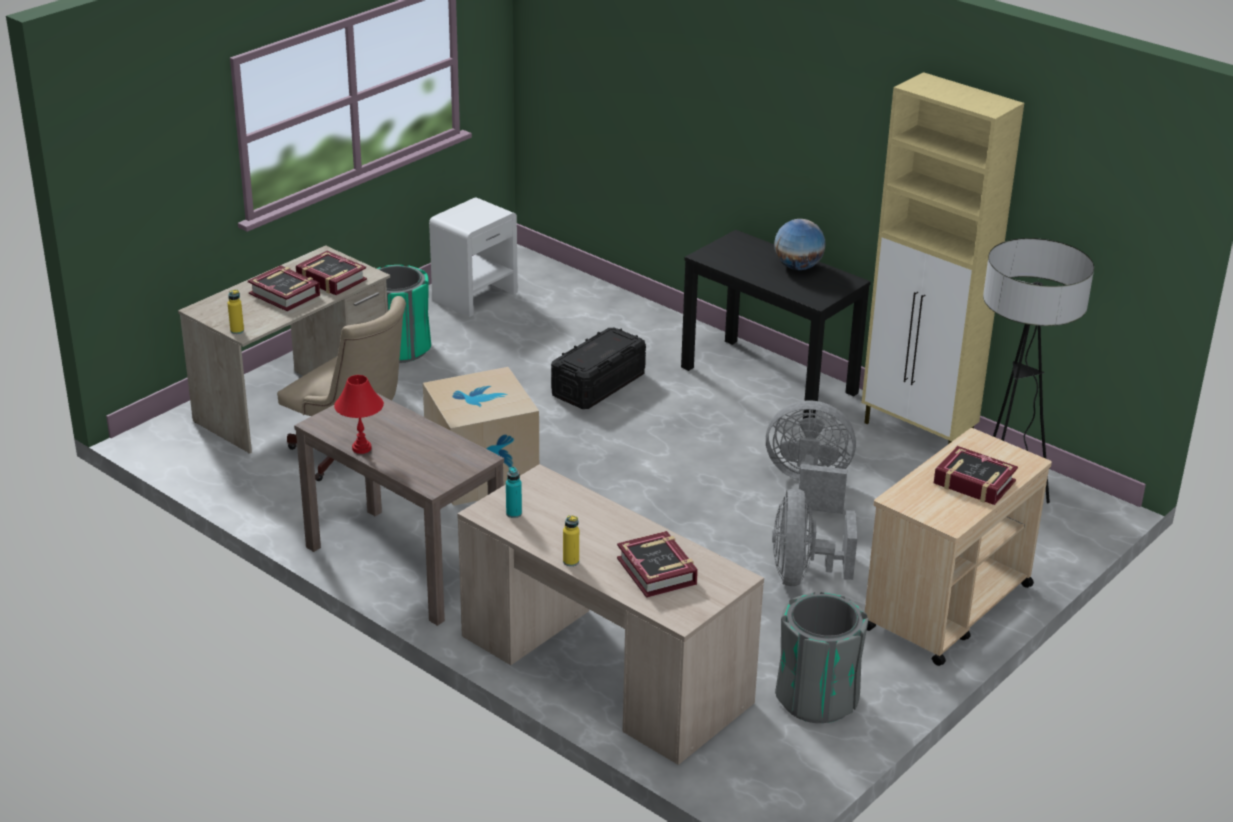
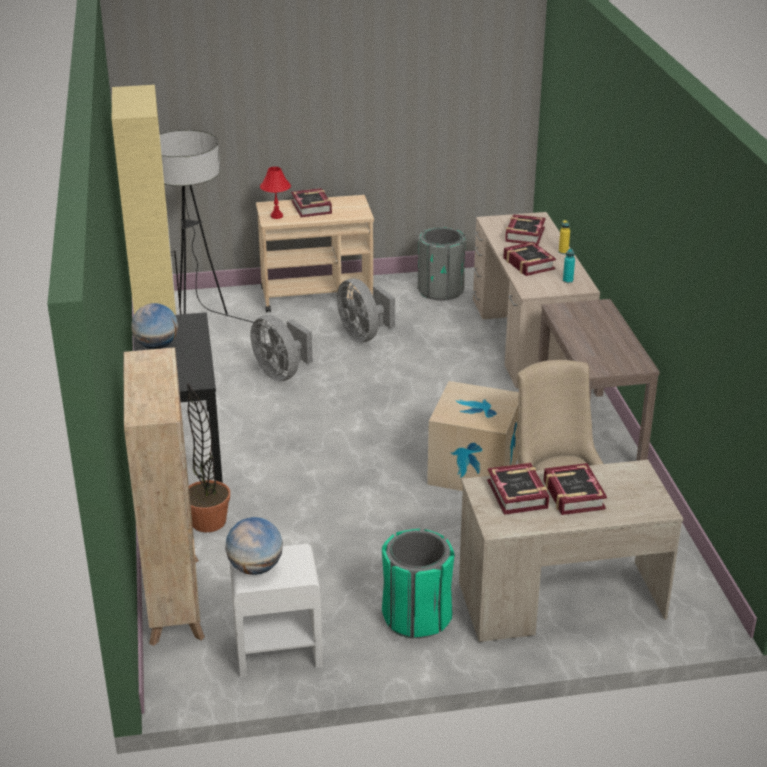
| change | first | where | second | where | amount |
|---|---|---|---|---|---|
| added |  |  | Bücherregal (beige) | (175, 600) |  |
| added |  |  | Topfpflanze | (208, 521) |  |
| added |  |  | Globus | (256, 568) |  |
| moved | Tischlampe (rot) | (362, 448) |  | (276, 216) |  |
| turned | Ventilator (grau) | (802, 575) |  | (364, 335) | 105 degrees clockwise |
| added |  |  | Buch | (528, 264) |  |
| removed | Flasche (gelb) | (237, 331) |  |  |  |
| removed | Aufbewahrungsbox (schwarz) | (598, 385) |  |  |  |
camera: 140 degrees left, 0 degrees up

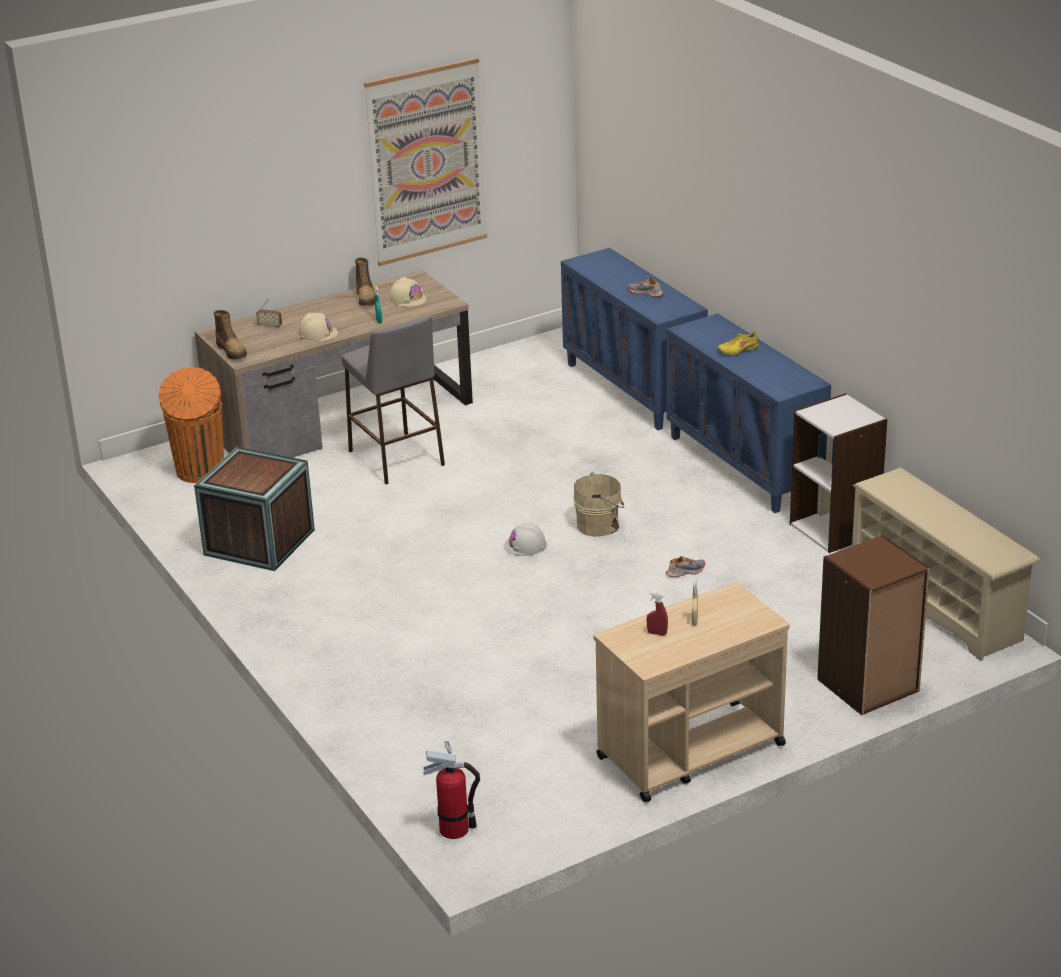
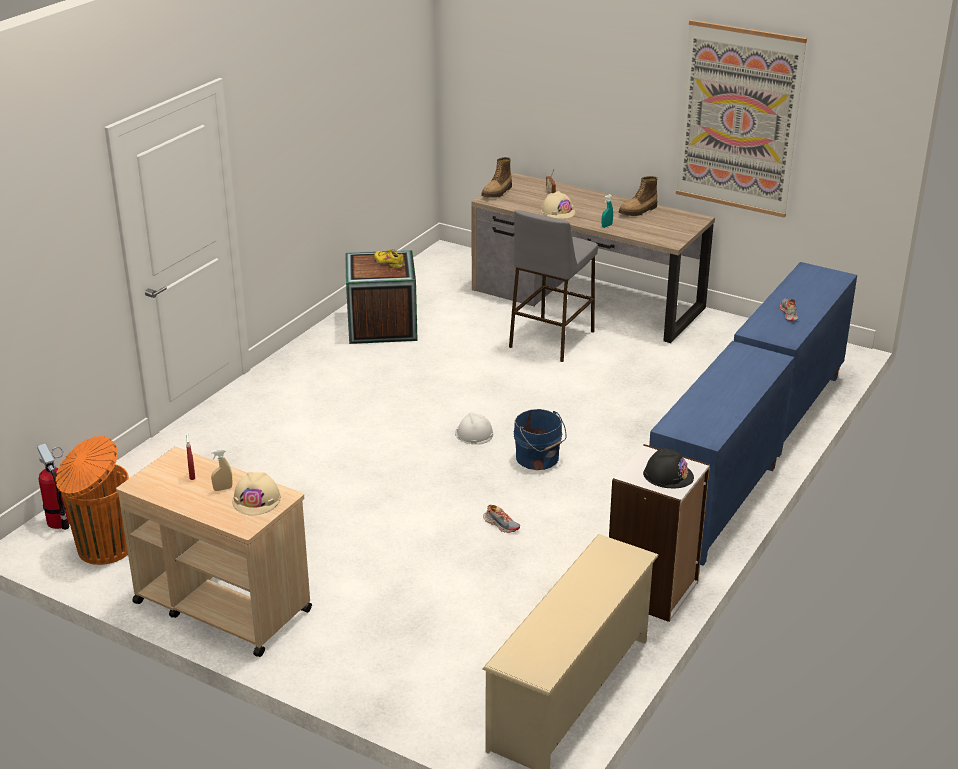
| change | first | where | second | where | amount |
|---|---|---|---|---|---|
| moved | Mülleimer (orange) | (200, 471) |  | (103, 548) |  |
| moved | Schutzhelm (beige) | (407, 299) |  | (256, 500) |  |
| moved | Schuh (gelb) | (738, 350) |  | (389, 263) |  |
| recoloured | Eimer (beige) | (600, 525) | Eimer (blau) | (538, 459) |  |
| added |  |  | Schutzhelm (schwarz) | (668, 475) |  |
| removed | Bücherregal (braun) | (868, 686) |  |  |  |
camera: 60 degrees right, 0 degrees up

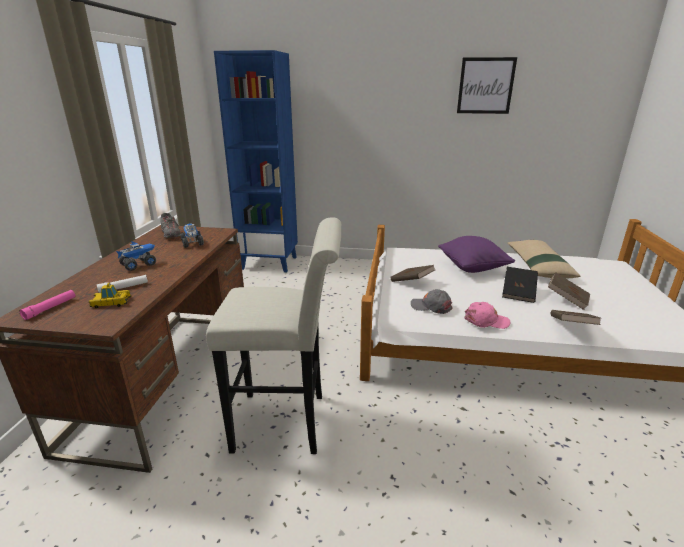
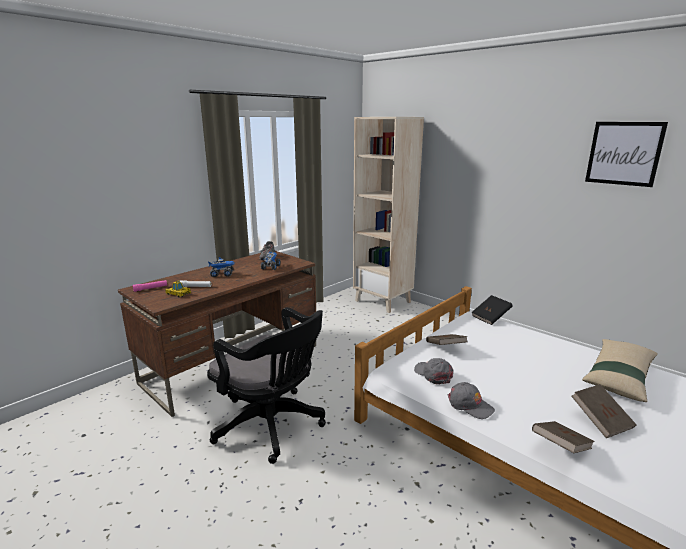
| change | first | where | second | where | amount |
|---|---|---|---|---|---|
| replaced | Hocker (weiß) | (288, 422) | Bürostuhl (schwarz) | (272, 426) |  |
| recoloured | Bücherregal (blau) | (270, 263) | Bücherregal (beige) | (383, 301) |  |
| recoloured | Kappe (rosa) | (486, 320) | Kappe (grau) | (469, 405) |  |
| moved | Buch (schwarz) | (518, 293) |  | (490, 317) |  |
| removed | Kissen (lila) | (472, 268) |  |  |  |
camera: 35 degrees right, 5 degrees down

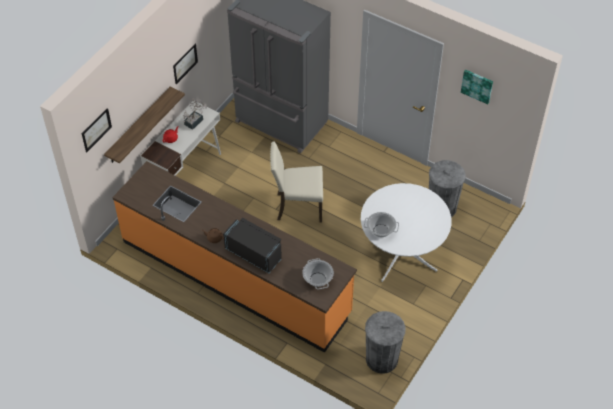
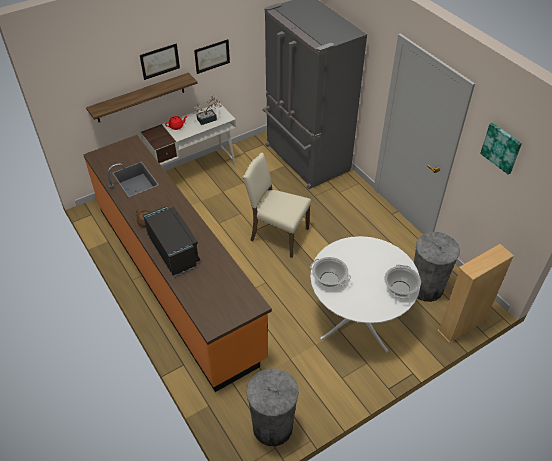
| change | first | where | second | where | amount |
|---|---|---|---|---|---|
| moved | Bild | (96, 130) |  | (160, 61) |  |
| moved | Kochtopf | (317, 279) |  | (400, 288) |  |
| added |  |  | Bücherregal (beige) | (462, 325) |  |
camera: 25 degrees right, 5 degrees down

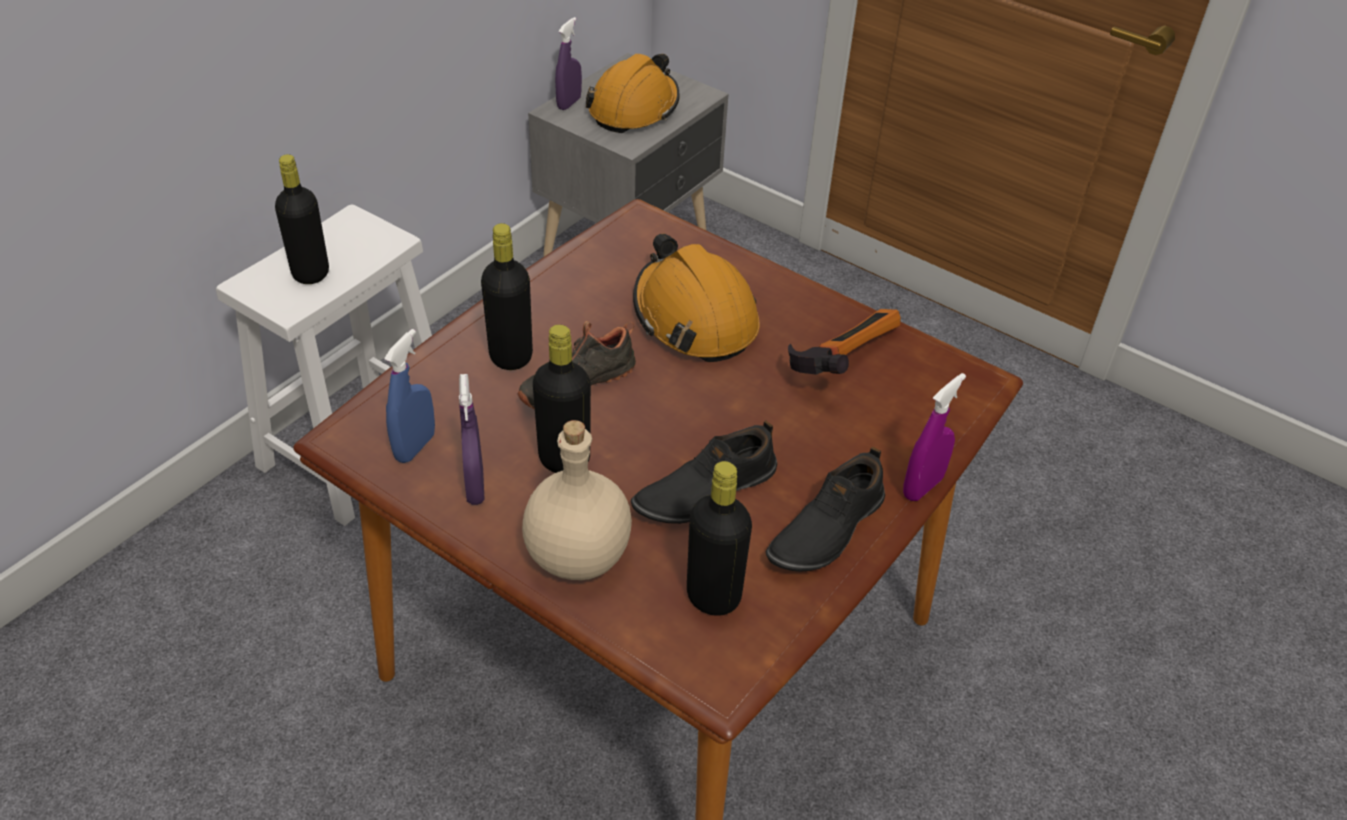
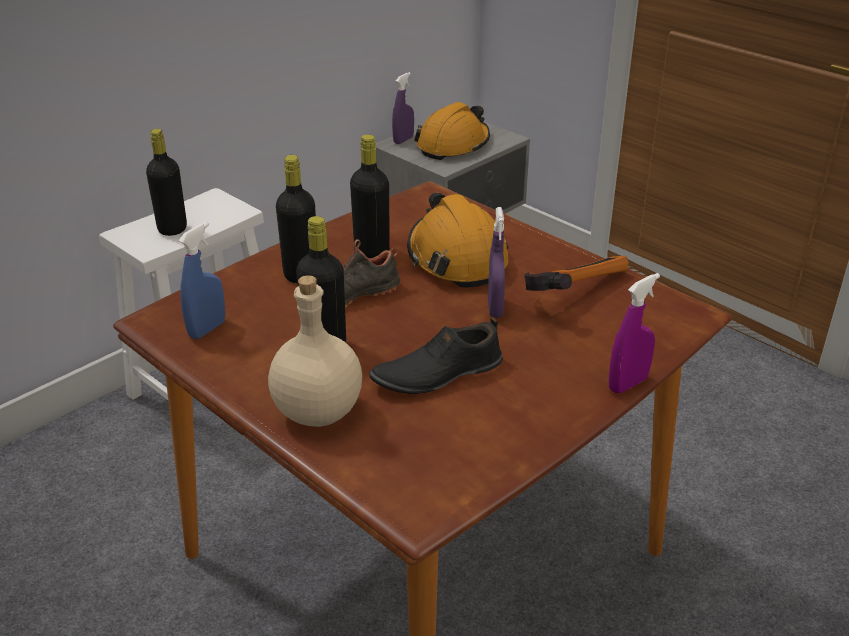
| change | first | where | second | where | amount |
|---|---|---|---|---|---|
| moved | Flasche (schwarz) | (713, 596) |  | (372, 251) |  |
| moved | Sprühflasche (lila) | (475, 487) |  | (495, 308) |  |
| removed | Schuh (schwarz) | (825, 529) |  |  |  |
camera: 10 degrees right, 10 degrees down

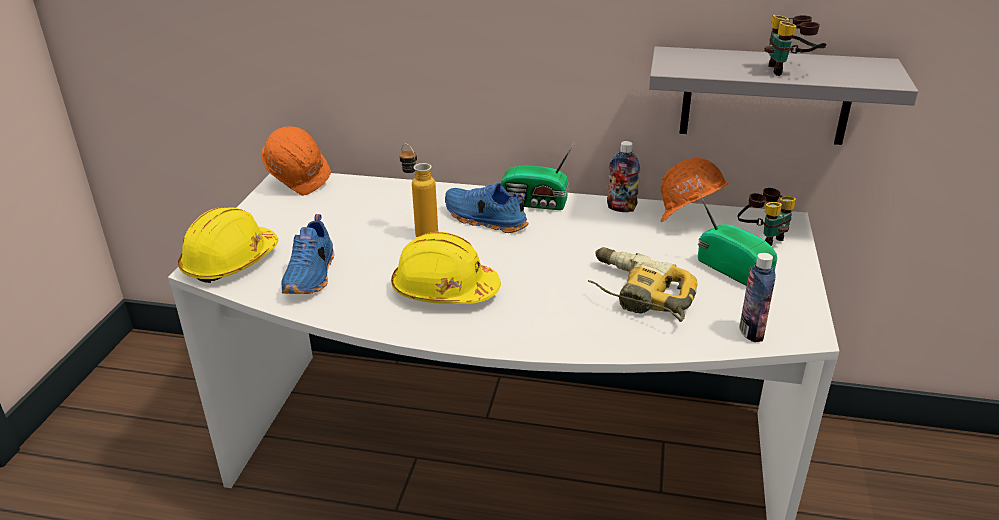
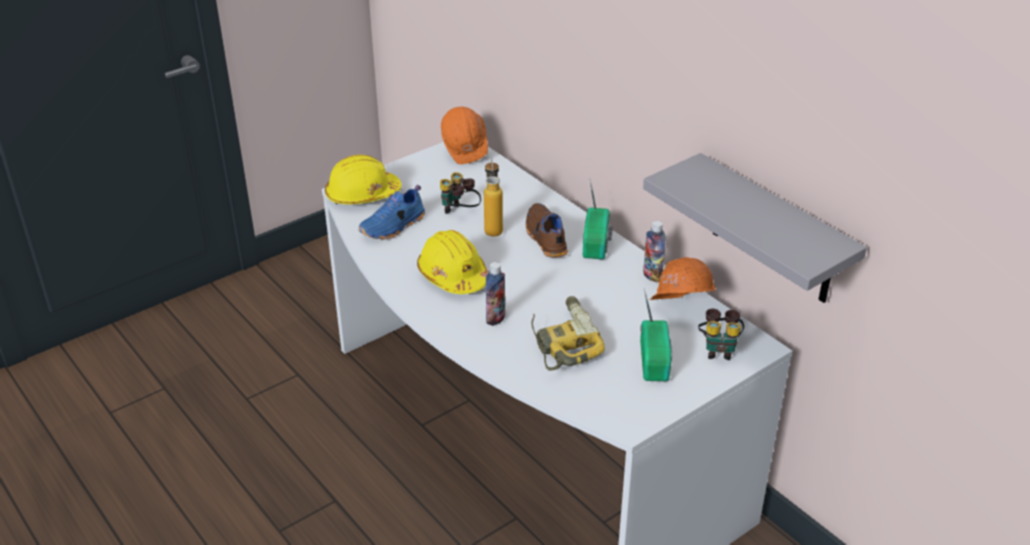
| change | first | where | second | where | amount |
|---|---|---|---|---|---|
| moved | Fernglas | (789, 71) |  | (460, 213) |  |
| moved | Flasche | (751, 332) |  | (495, 318) |  |
| recoloured | Schuh (blau) | (484, 220) | Schuh (braun) | (545, 238) |  |
| turned | Radio | (536, 204) |  | (597, 242) | 135 degrees counterclockwise |
camera: 40 degrees right, 5 degrees up

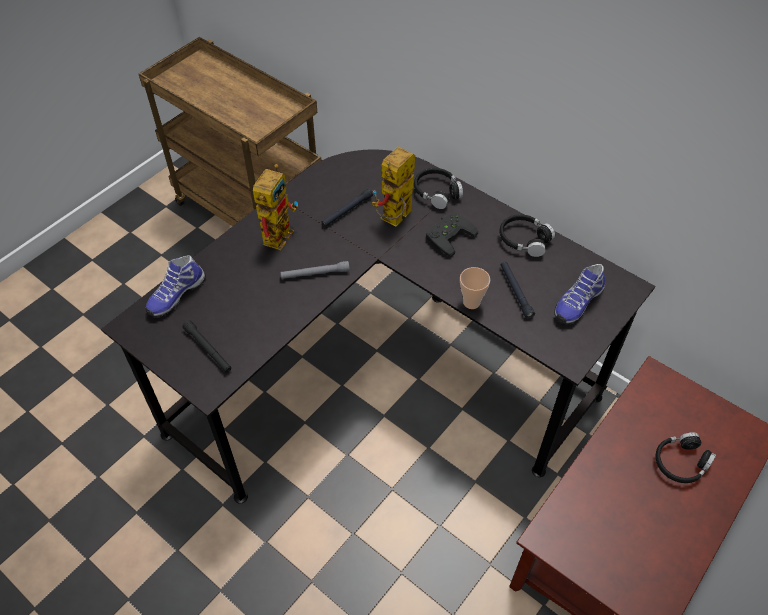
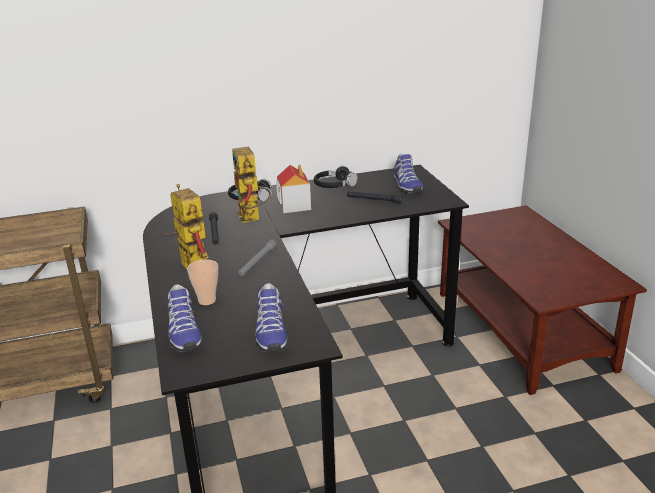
| change | first | where | second | where | amount |
|---|---|---|---|---|---|
| moved | Tasse | (471, 302) |  | (207, 300) |  |
| replaced | Taschenlampe (schwarz) | (208, 350) | Schuh | (270, 334) |  |
| replaced | Gamepad (schwarz) | (448, 235) | Spielzeughaus | (294, 205) |  |
| removed | Kopfhörer (schwarz) | (681, 462) |  |  |  |
camera: 55 degrees left, 25 degrees down

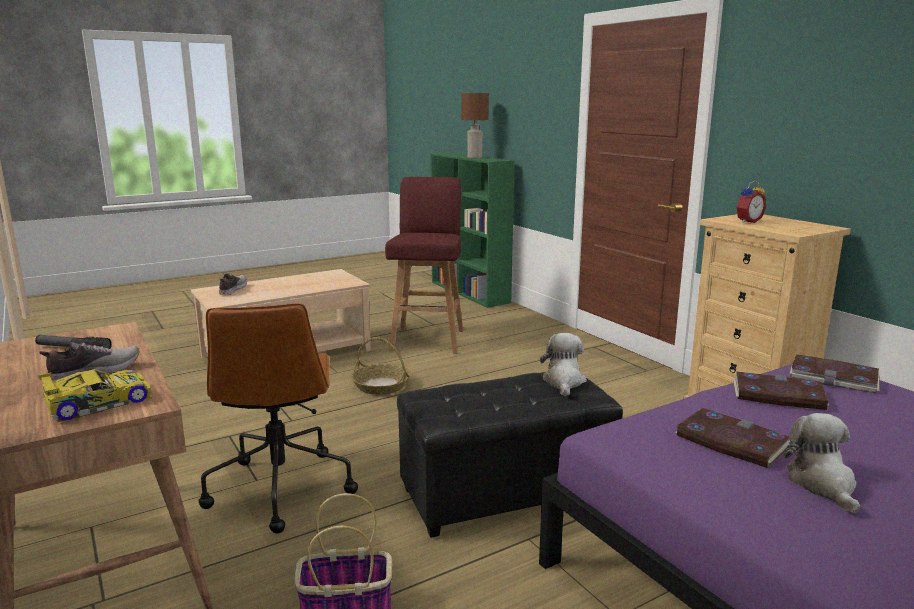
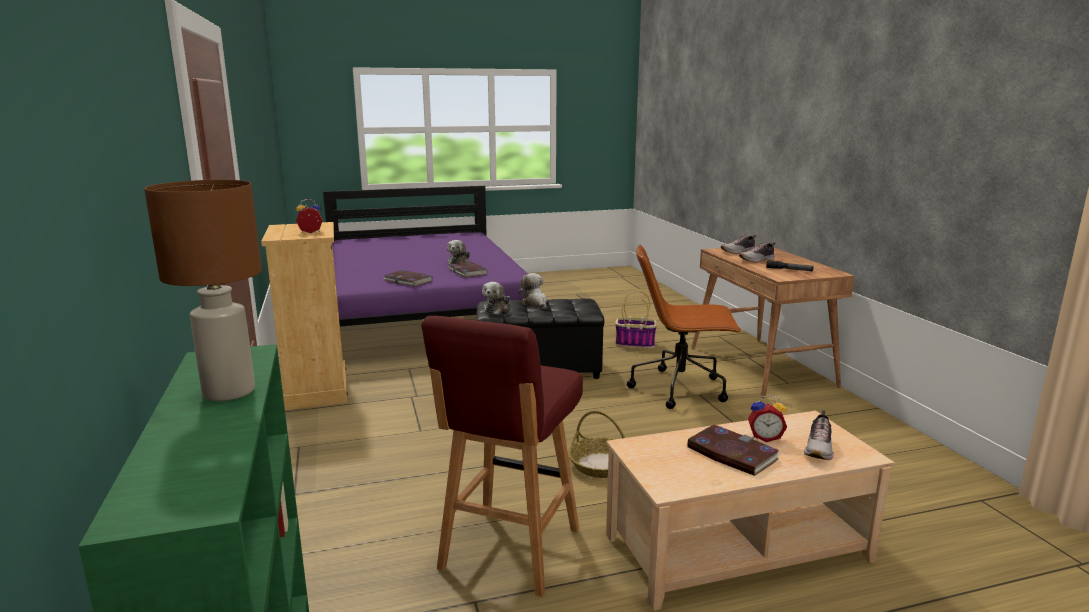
| change | first | where | second | where | amount |
|---|---|---|---|---|---|
| added |  |  | Plüschtier | (535, 303) |  |
| turned | Bürostuhl (braun) | (280, 487) |  | (681, 388) | 90 degrees counterclockwise |
| moved | Buch | (833, 377) |  | (731, 453) |  |
| replaced | Spielzeugauto | (96, 403) | Schuh | (738, 252) |  |
| added |  |  | Wecker | (765, 437) |  |
camera: 165 degrees left, 0 degrees up

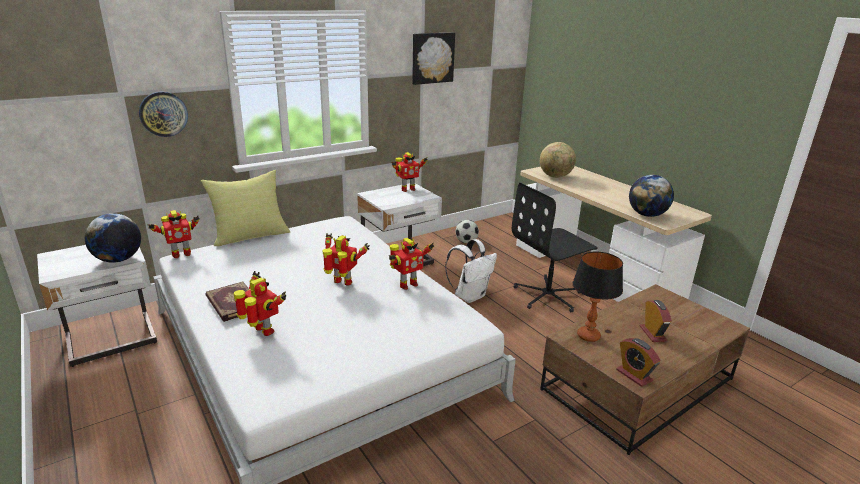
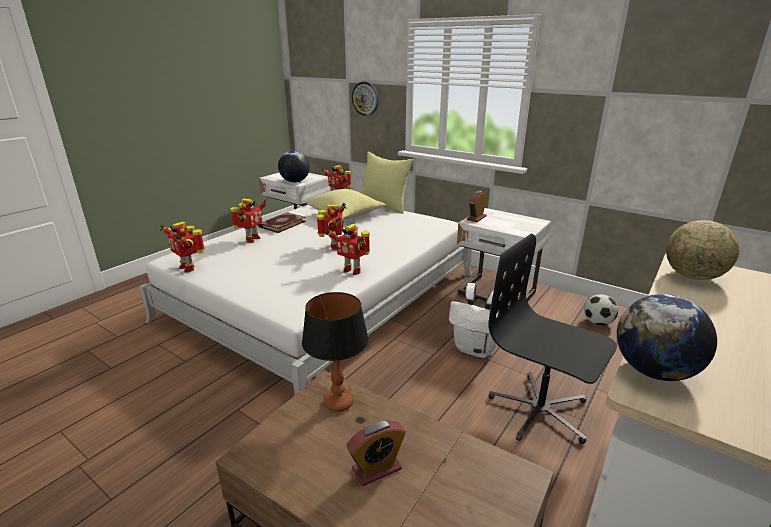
| change | first | where | second | where | amount |
|---|---|---|---|---|---|
| moved | Spielzeugroboter | (407, 189) |  | (188, 268) |  |
| added |  |  | Kissen (gelb) | (346, 216) |  |
| moved | Wecker | (634, 375) |  | (476, 218) |  |
| removed | Bild | (432, 58) |  |  |  |
camera: 70 degrees right, 0 degrees up

